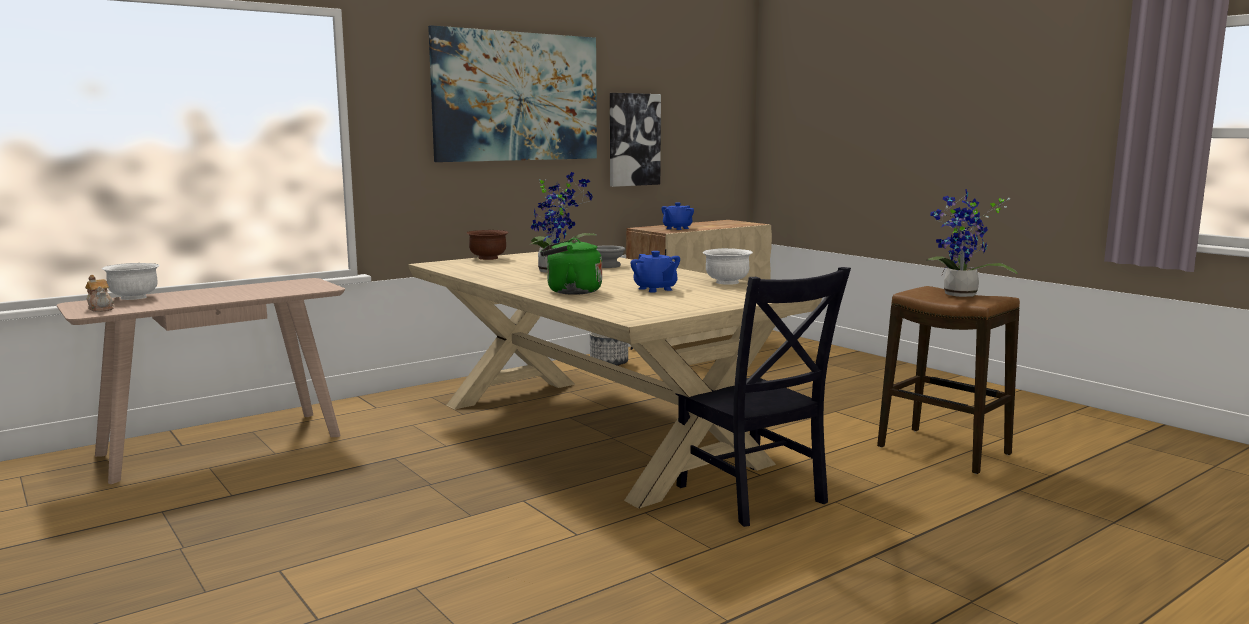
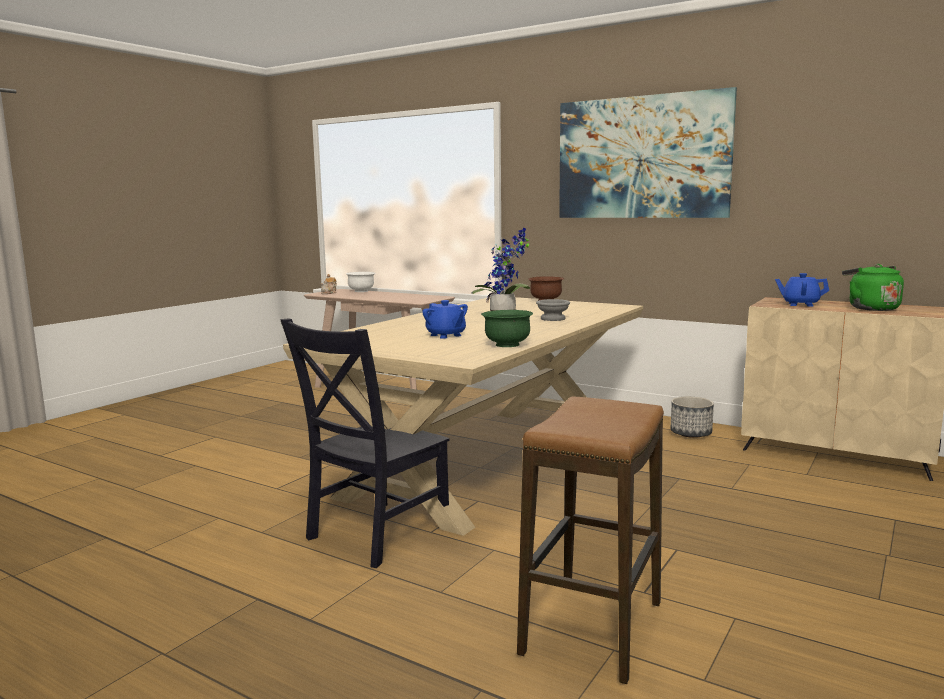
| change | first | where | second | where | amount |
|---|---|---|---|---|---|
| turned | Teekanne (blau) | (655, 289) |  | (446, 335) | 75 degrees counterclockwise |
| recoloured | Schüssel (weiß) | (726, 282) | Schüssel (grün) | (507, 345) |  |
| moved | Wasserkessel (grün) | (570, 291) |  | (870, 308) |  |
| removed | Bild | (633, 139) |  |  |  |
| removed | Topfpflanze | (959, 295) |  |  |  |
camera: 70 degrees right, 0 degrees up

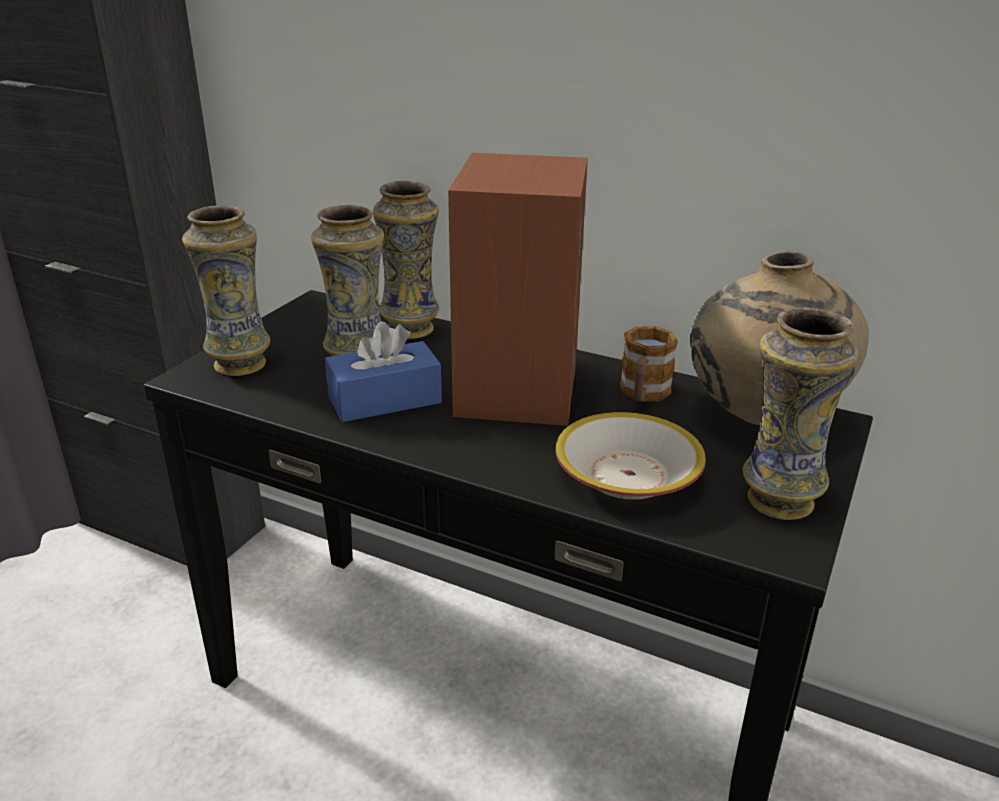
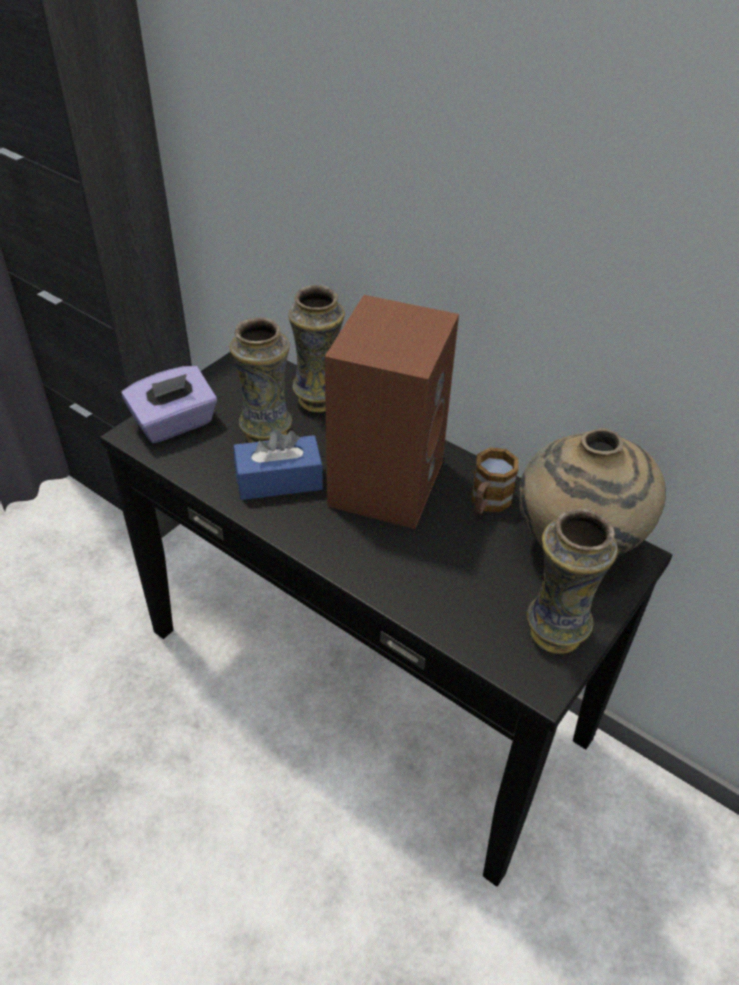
| change | first | where | second | where | amount |
|---|---|---|---|---|---|
| replaced | Vase | (239, 364) | Taschentuchbox (lila) | (175, 424) |  |
| removed | Schüssel | (628, 476) |  |  |  |
camera: 10 degrees right, 15 degrees up

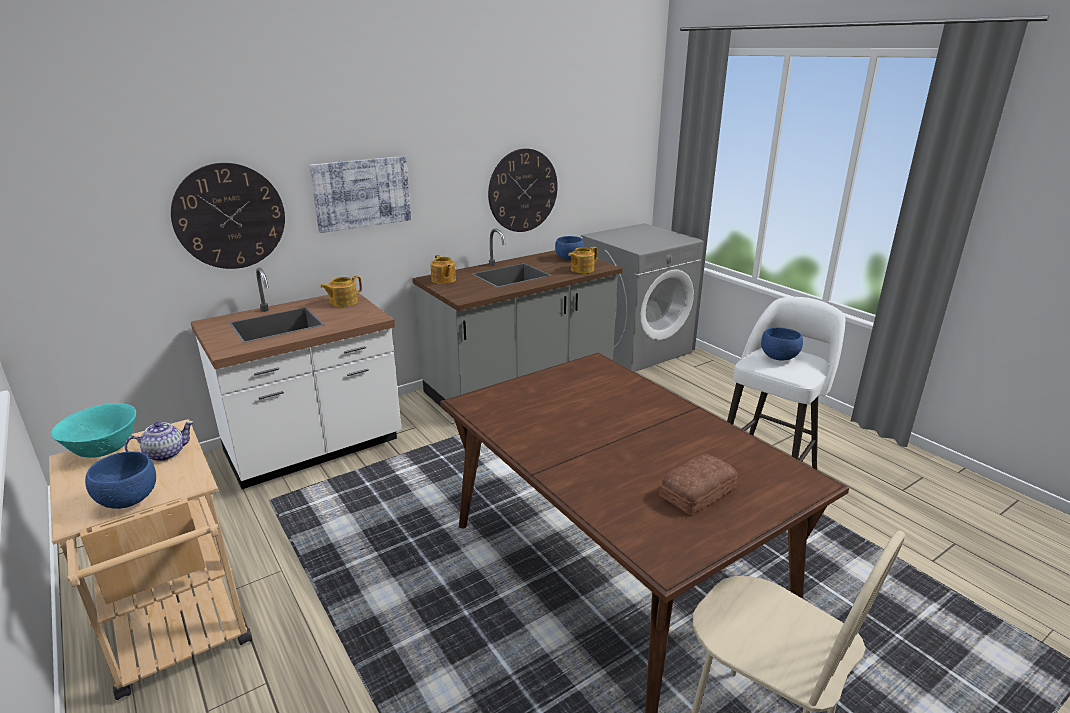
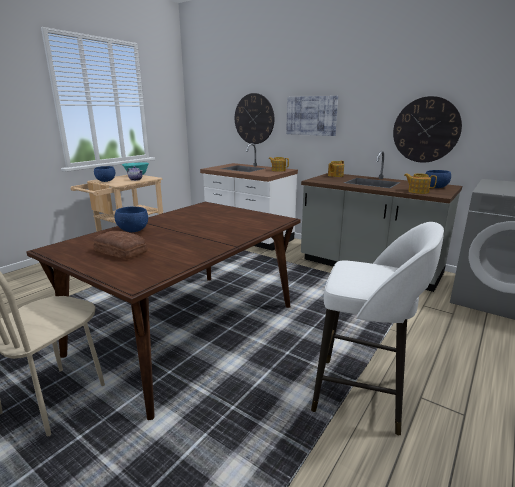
| change | first | where | second | where | amount |
|---|---|---|---|---|---|
| moved | Schüssel (blau) | (779, 358) |  | (133, 231) |  |
camera: 70 degrees right, 5 degrees down

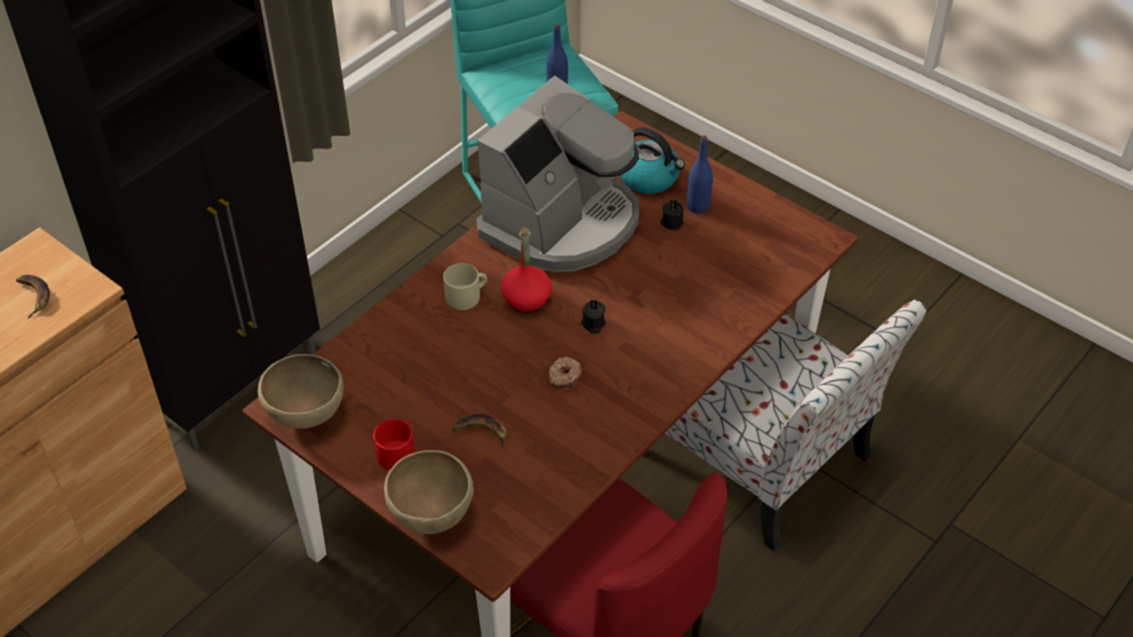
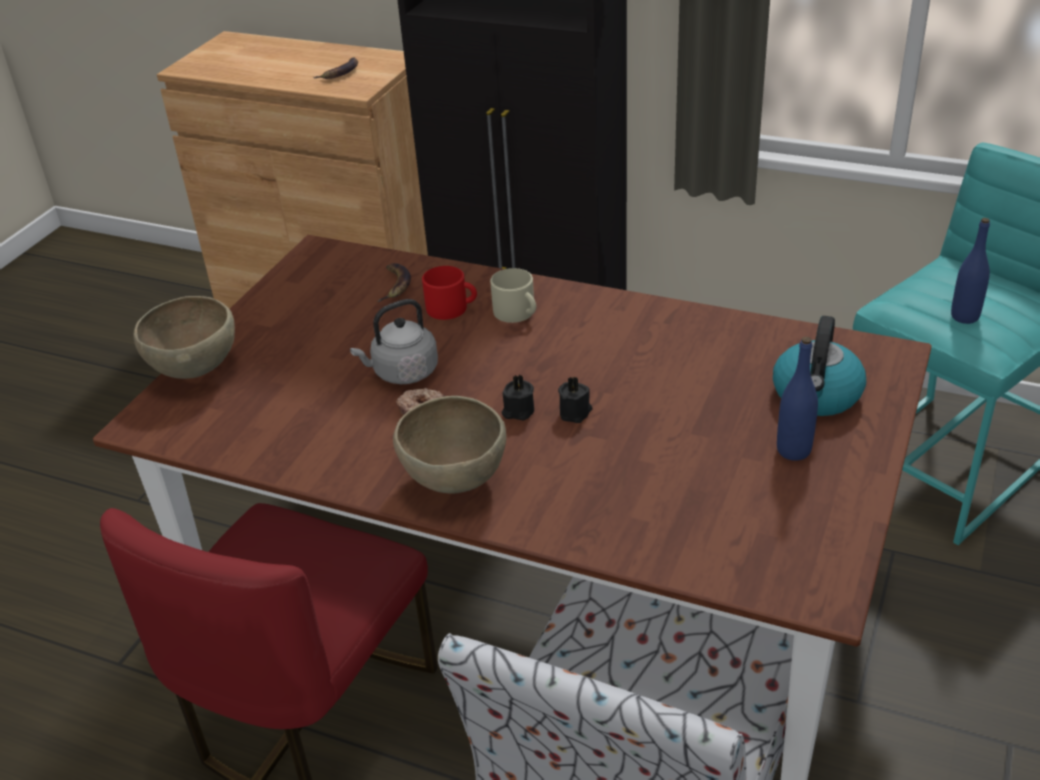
| change | first | where | second | where | amount |
|---|---|---|---|---|---|
| added |  |  | Wasserkessel (grau) | (402, 373) |  |
| moved | Banane | (481, 432) |  | (394, 285) |  |
| moved | Schüssel (braun) | (306, 416) |  | (454, 481) |  |
| moved | Henkelbecher (rot) | (398, 451) |  | (452, 308) |  |
| moved | Kerze (schwarz) | (672, 222) |  | (576, 412) |  |
| removed | Kaffeemaschine | (562, 223) |  |  |  |
| removed | Flasche (rot) | (526, 299) |  |  |  |
camera: 75 degrees right, 10 degrees down

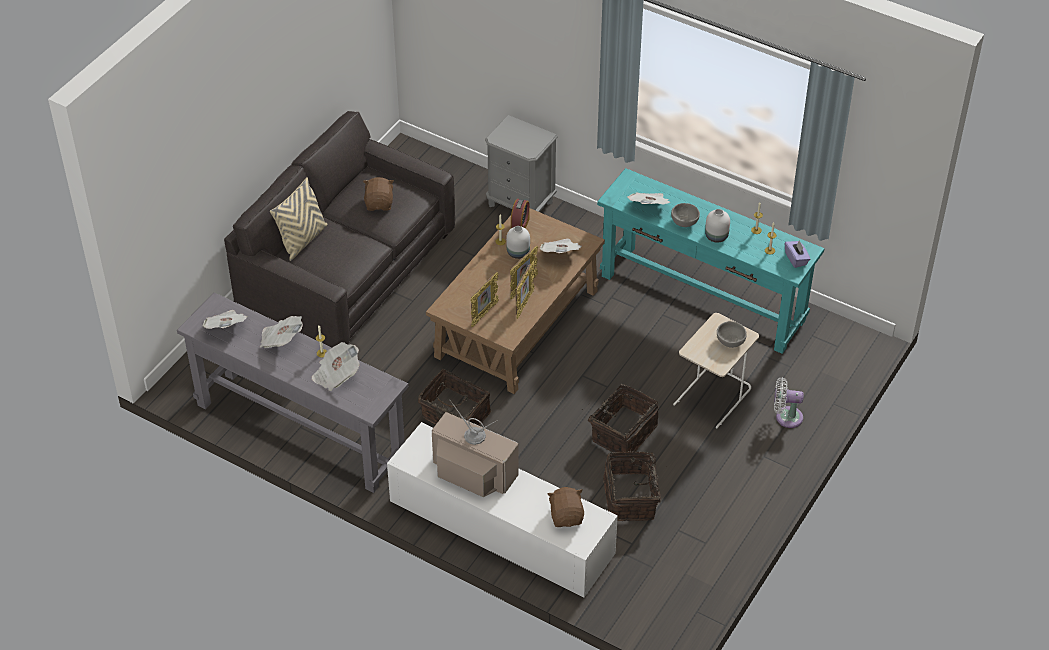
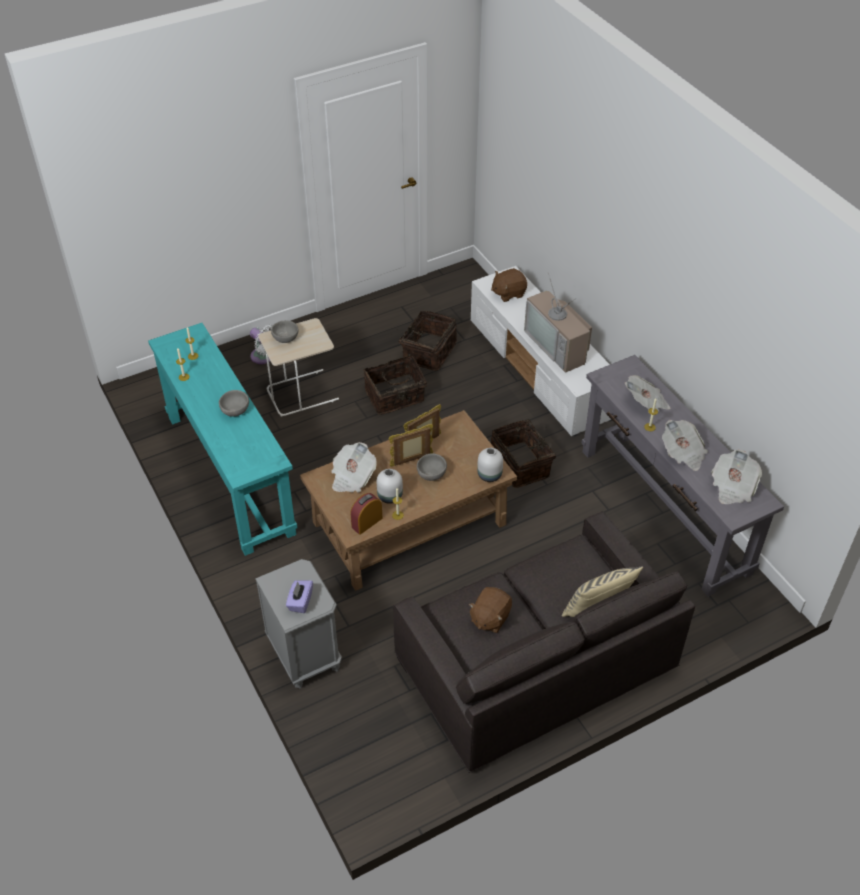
| change | first | where | second | where | amount |
|---|---|---|---|---|---|
| moved | Taschentuchbox (lila) | (796, 259) |  | (300, 602) |  |
| added |  |  | Schüssel (grau) | (432, 474) |  |
| moved | Vase (weiß) | (716, 236) |  | (490, 475) |  |
| turned | Plüschtier (braun) | (566, 516) |  | (508, 293) | 45 degrees clockwise |
| removed | Bilderrahmen | (484, 314) |  |  |  |
| removed | Zeitung | (649, 207) |  |  |  |
camera: 150 degrees left, 0 degrees up

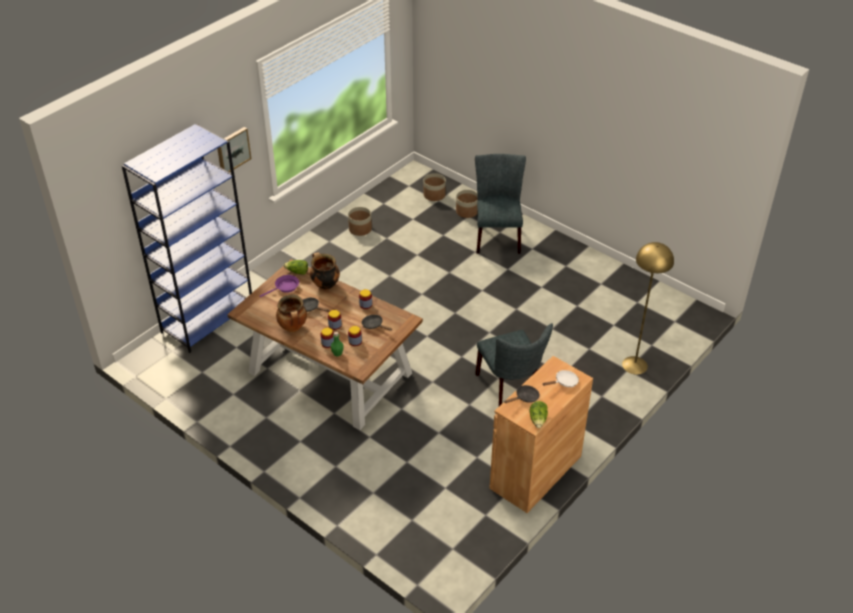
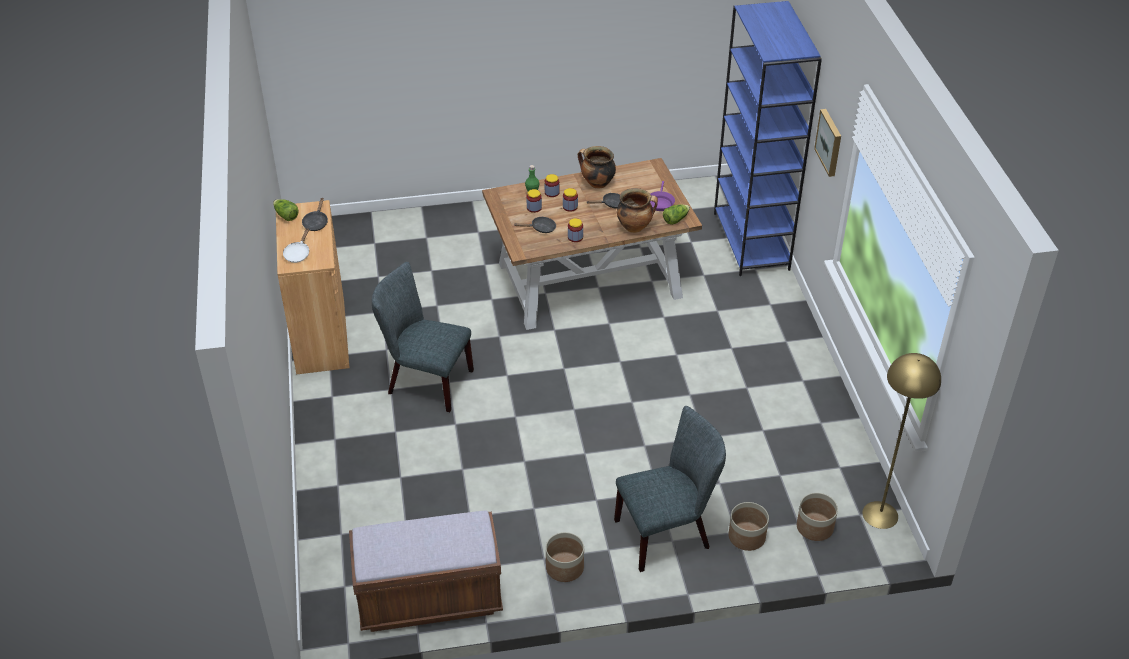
| change | first | where | second | where | amount |
|---|---|---|---|---|---|
| added |  |  | Bank (braun) | (429, 599) |  |
| moved | Pflanzkübel | (360, 229) |  | (565, 568) |  |
| turned | Stuhl (grau) | (497, 235) |  | (668, 533) | 60 degrees counterclockwise |
| moved | Stehlampe (gelb) | (635, 365) |  | (880, 514) |  |
camera: 130 degrees right, 0 degrees up

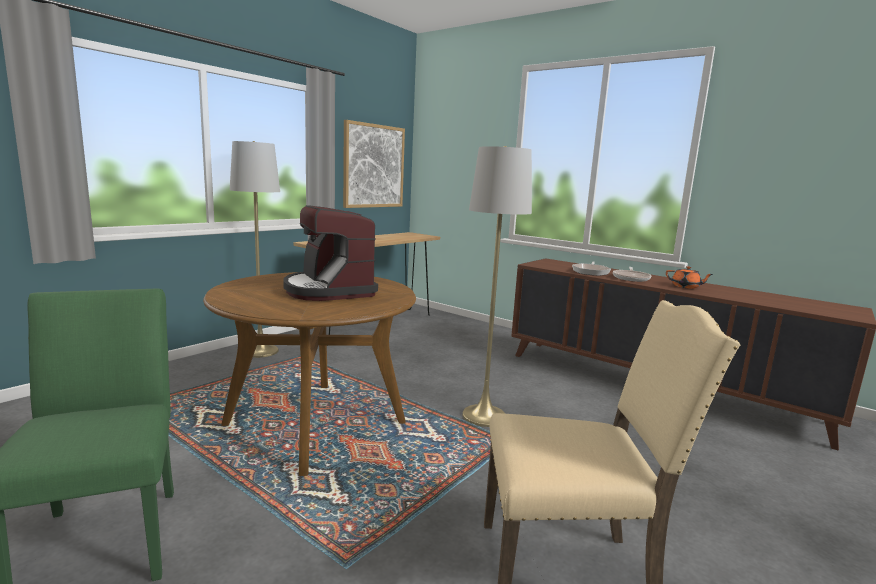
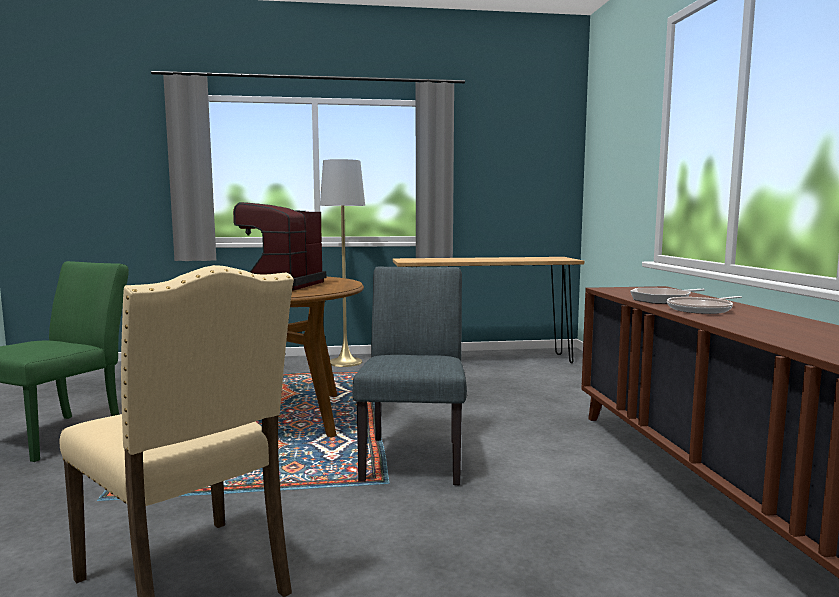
| change | first | where | second | where | amount |
|---|---|---|---|---|---|
| replaced | Stehlampe (grau) | (484, 415) | Stuhl (grau) | (414, 455) |  |
| removed | Bild | (374, 166) |  |  |  |
| removed | Teekanne (orange) | (686, 287) |  |  |  |
camera: 45 degrees right, 5 degrees down

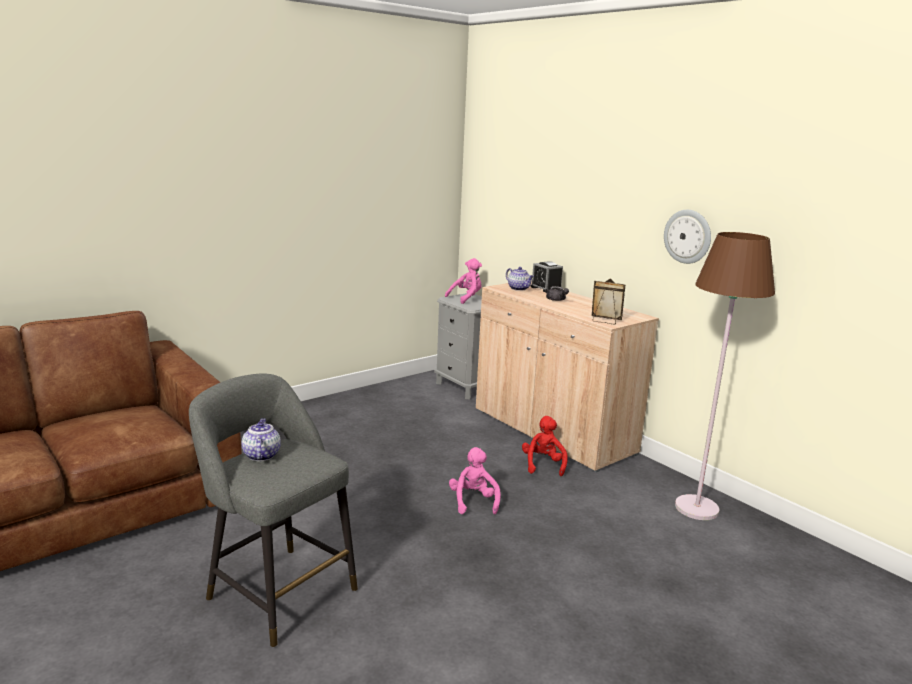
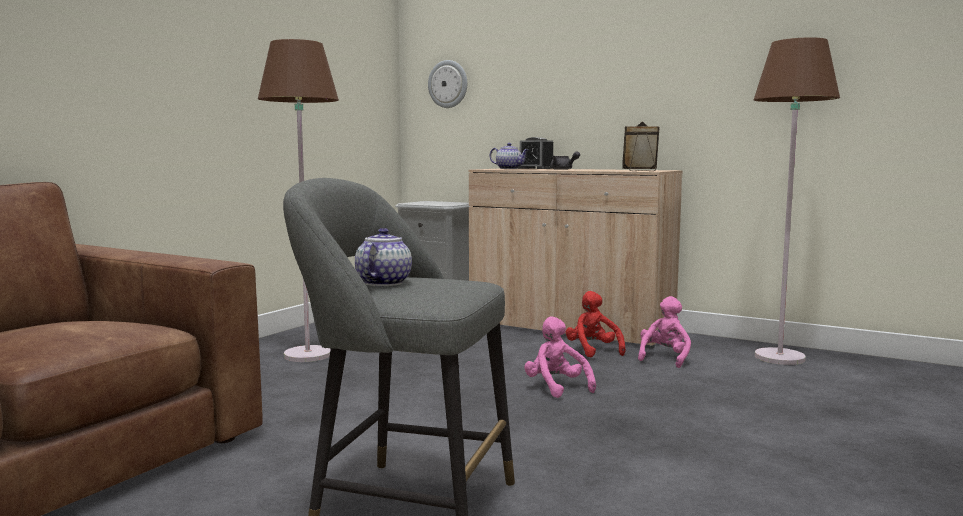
| change | first | where | second | where | amount |
|---|---|---|---|---|---|
| added |  |  | Stehlampe (braun) | (308, 355) |  |
| turned | Teekanne | (261, 455) |  | (383, 283) | 45 degrees clockwise |
| moved | Wanduhr | (688, 236) |  | (448, 84) |  |
| moved | Plüschtier (rosa) | (466, 298) |  | (664, 358) |  |
camera: 20 degrees left, 10 degrees down

